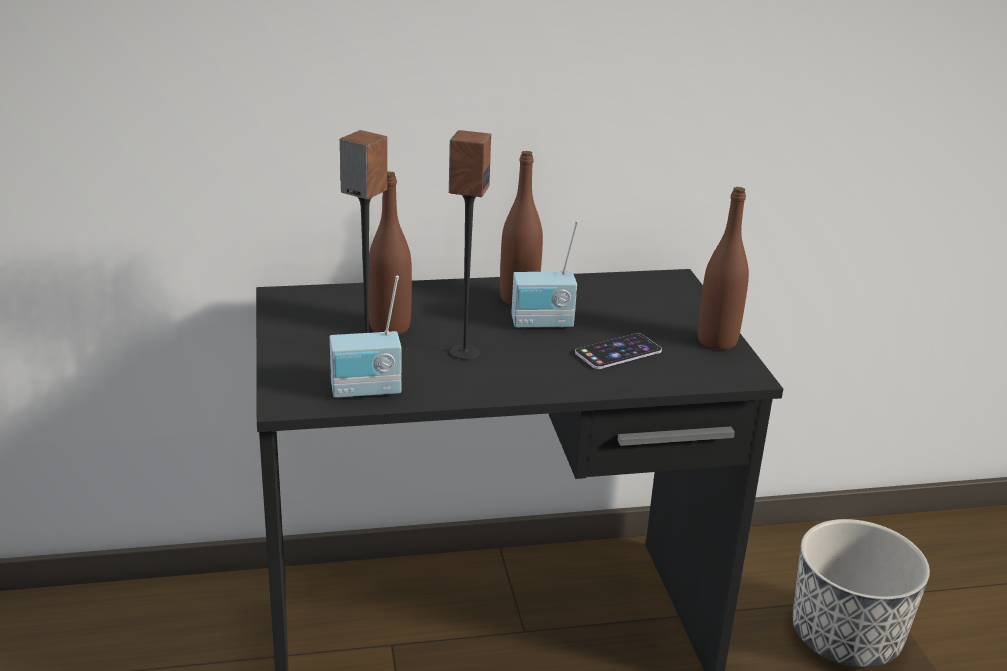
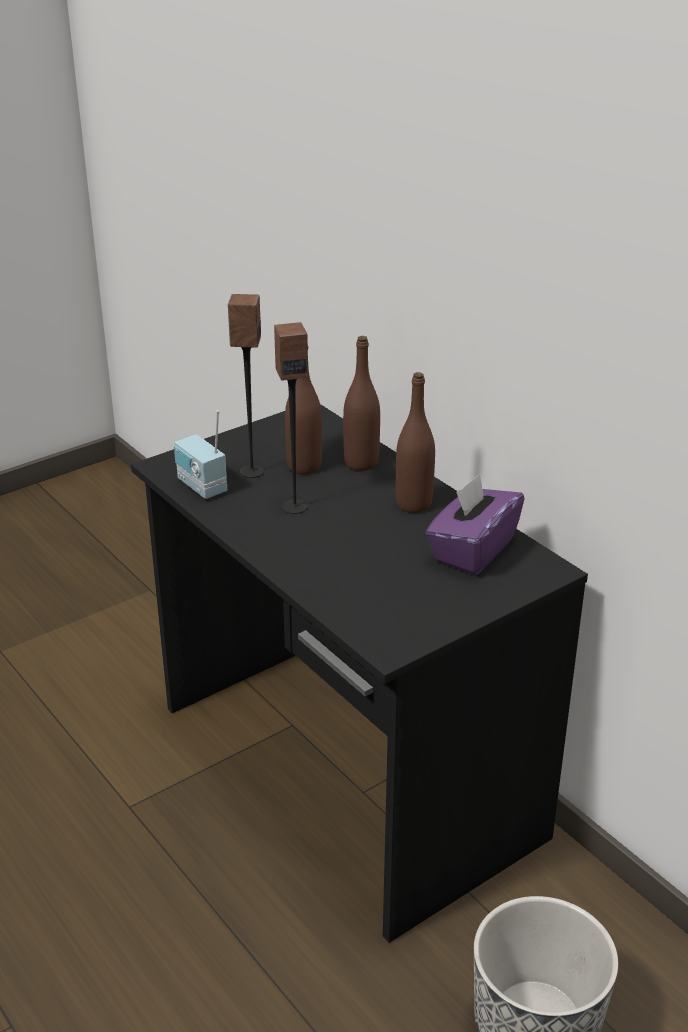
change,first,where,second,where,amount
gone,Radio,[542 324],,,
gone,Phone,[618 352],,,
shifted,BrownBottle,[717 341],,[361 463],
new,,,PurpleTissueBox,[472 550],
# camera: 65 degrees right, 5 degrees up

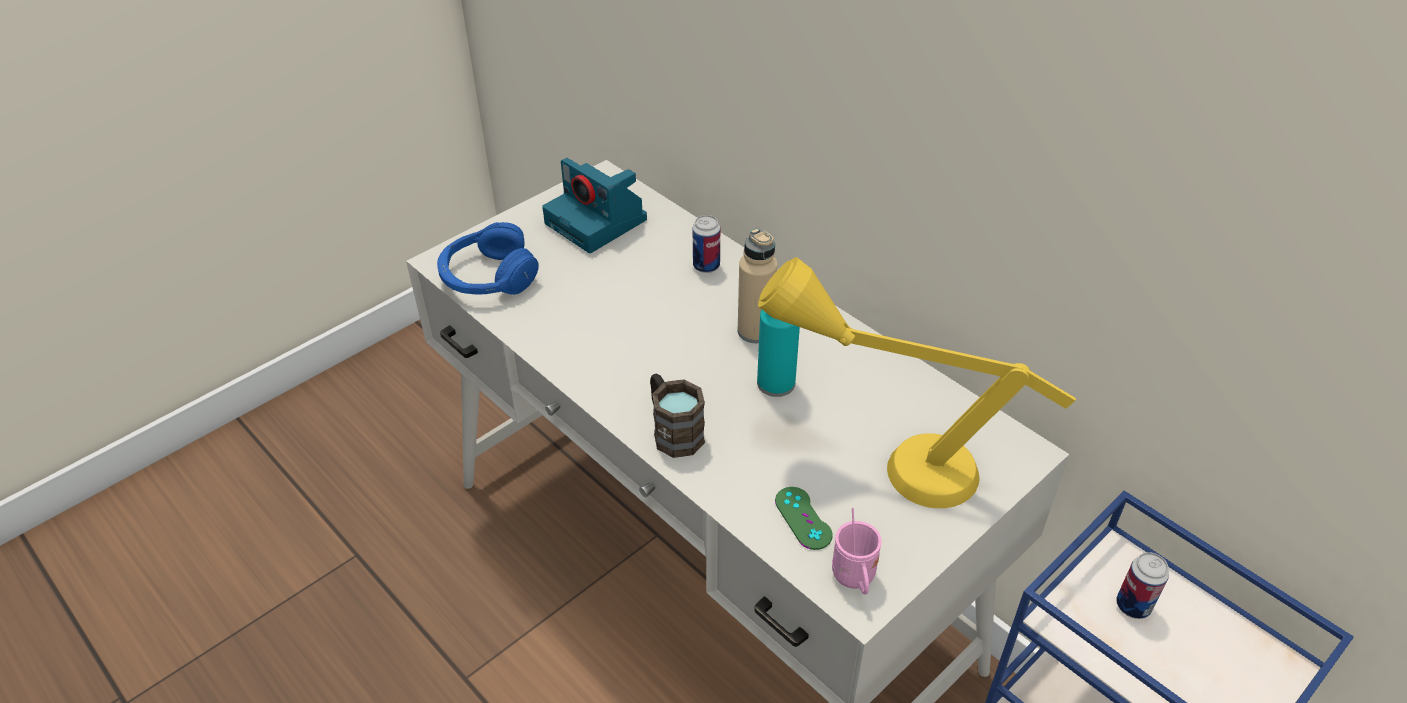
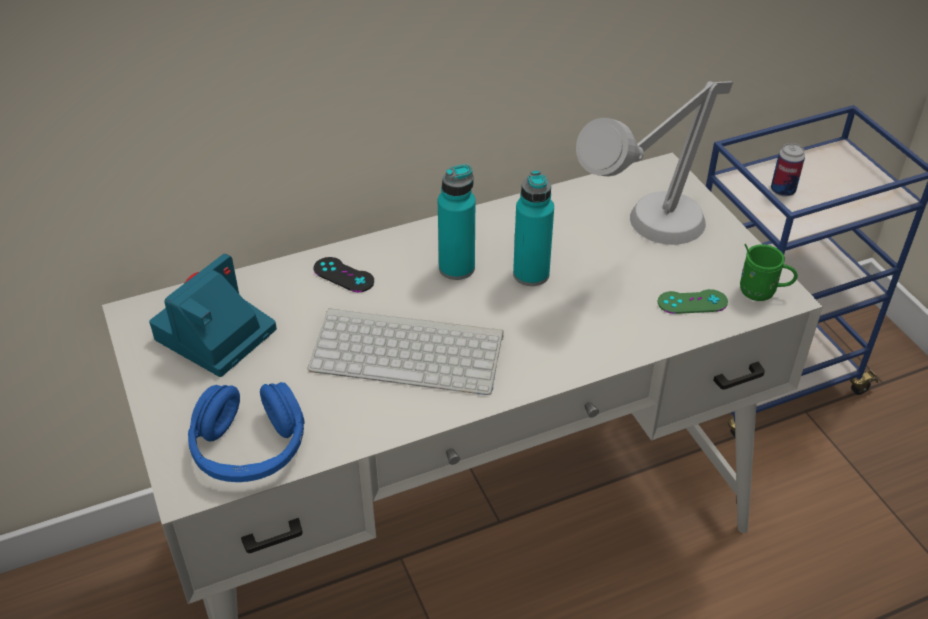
change,first,where,second,where,amount
rotated,PhotoCamera,[598 222],,[214 336],150 degrees clockwise
gone,BrownMug,[673 431],,,
swapped,Can,[706 266],BlackGameController,[343 275],
repainted,BeigeBottle,[755 331],TurquoiseBottle,[456 268],
repainted,YellowTableLamp,[885 459],GreyTableLamp,[645 239],
repainted,PinkMug,[854 580],GreenMug,[762 292],
new,,,Keyboard,[410 350],
# camera: 70 degrees left, 0 degrees up

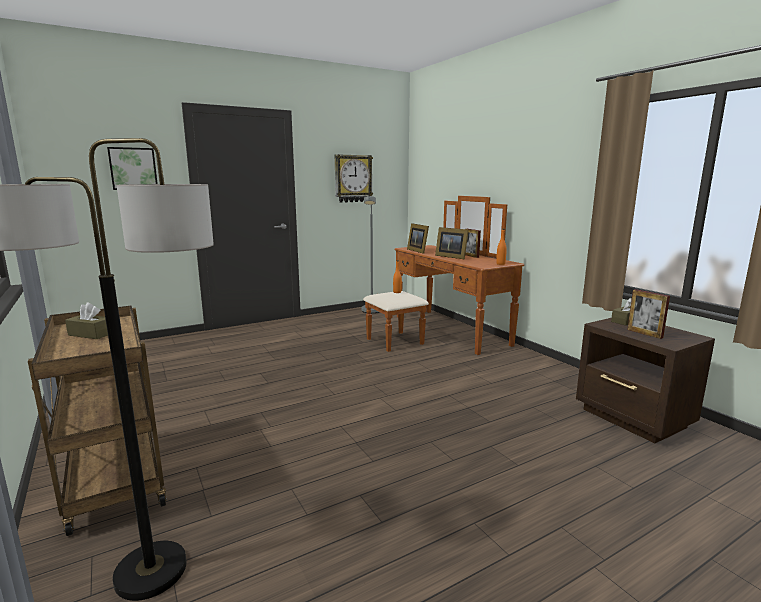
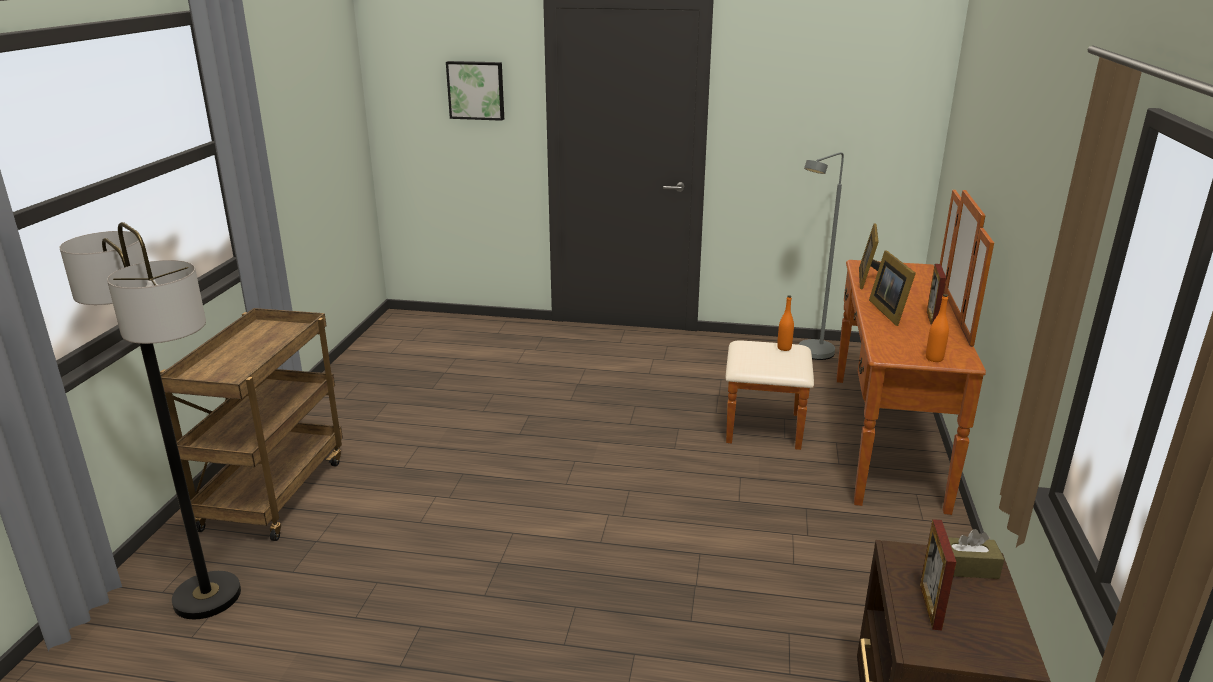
change,first,where,second,where,amount
gone,BrownTissueBox,[91 334],,,
gone,WallClock,[353 178],,,
# camera: 40 degrees right, 10 degrees up

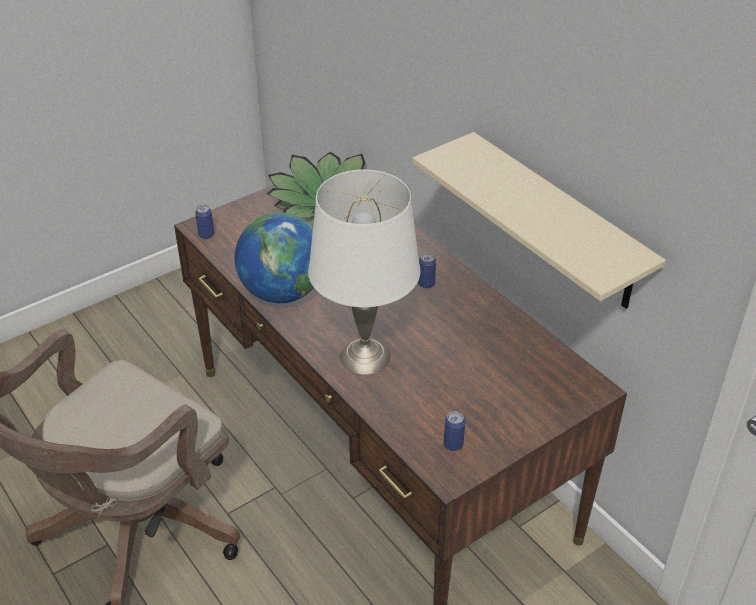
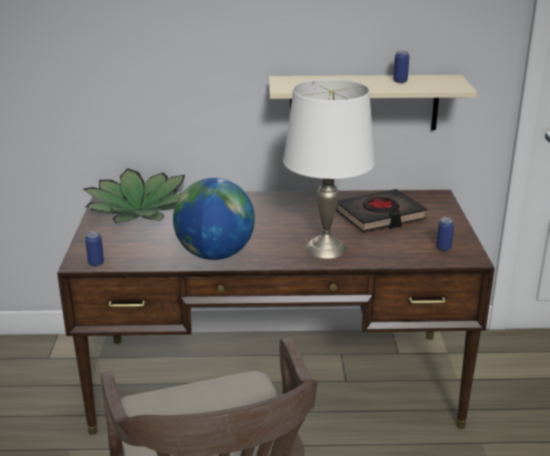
change,first,where,second,where,amount
shifted,Can,[426 284],,[400 81],
new,,,BlackBook,[380 216],
# camera: 55 degrees left, 15 degrees down

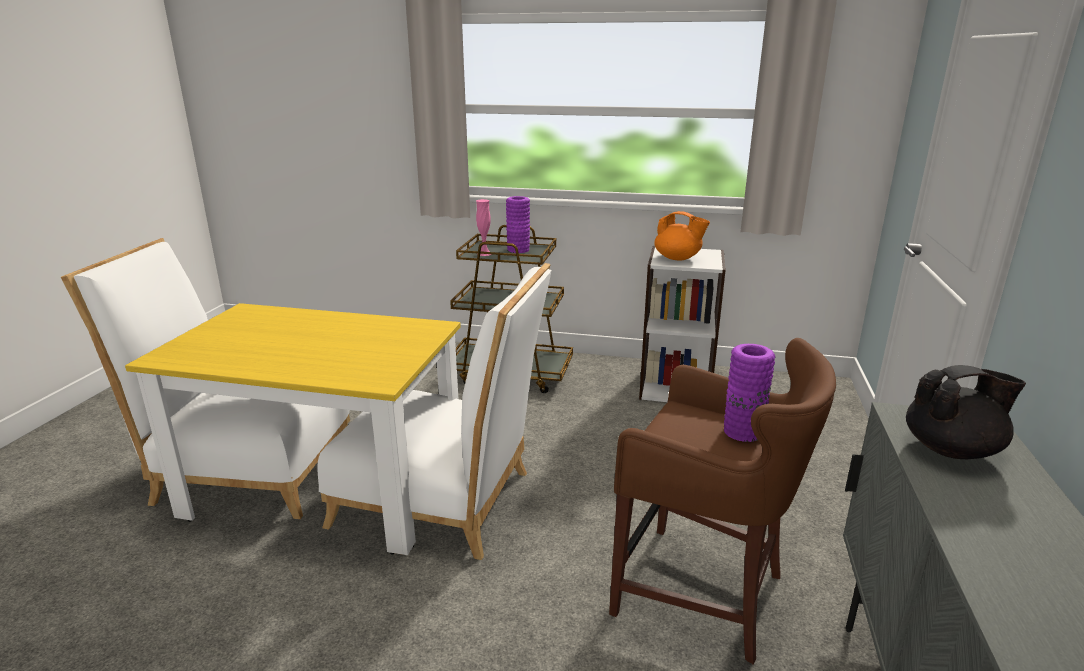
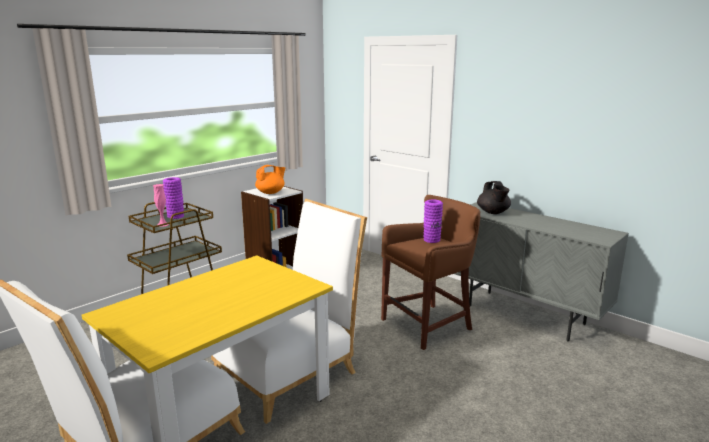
change,first,where,second,where,amount
rotated,BlackTeapot,[952 450],,[493 212],150 degrees clockwise
# camera: 60 degrees left, 5 degrees down

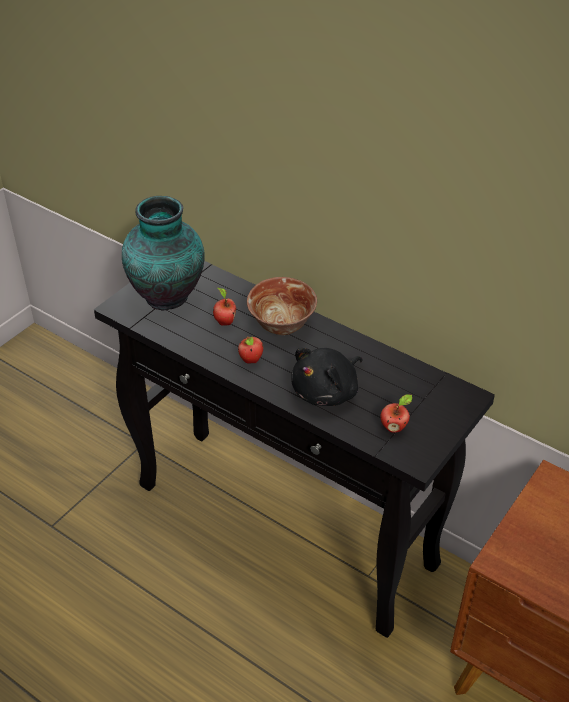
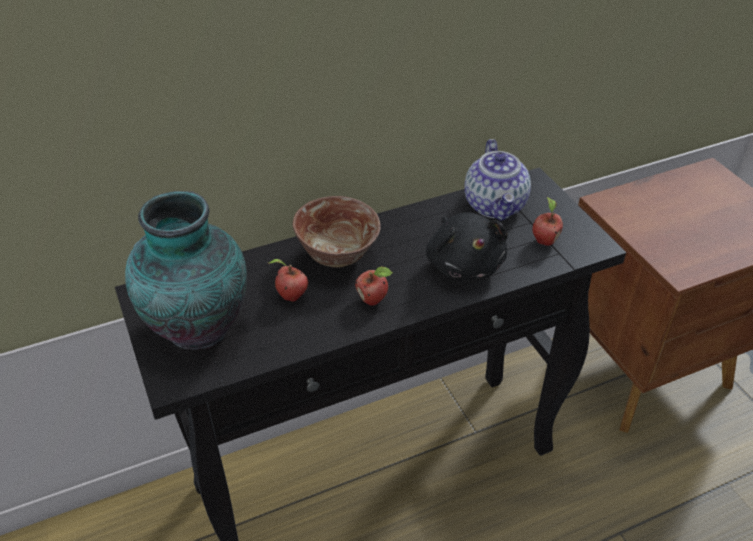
change,first,where,second,where,amount
new,,,Teapot,[496 206],
# camera: 60 degrees left, 0 degrees up

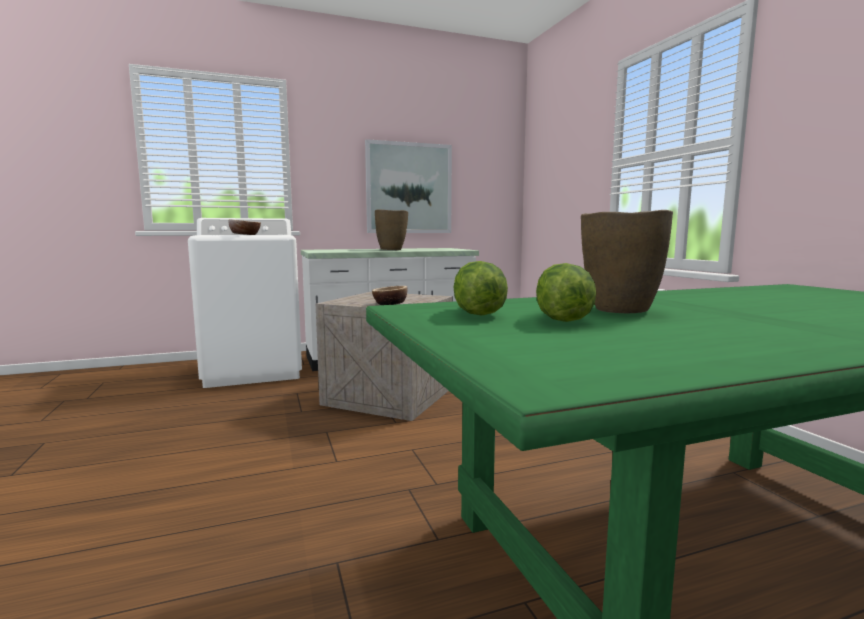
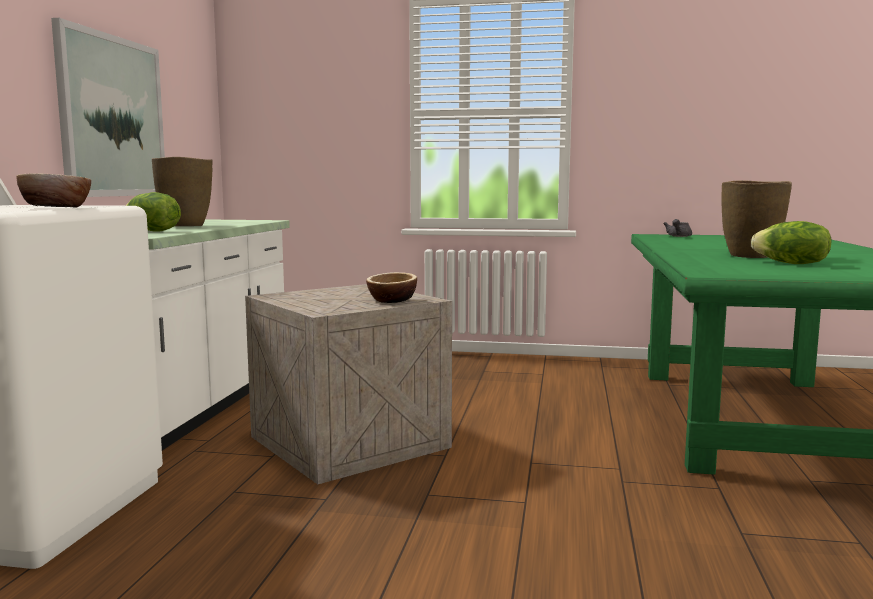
change,first,where,second,where,amount
shifted,Lettuce,[477 313],,[152 231],
new,,,GreyTeapot,[678 236],
# camera: 60 degrees left, 0 degrees up

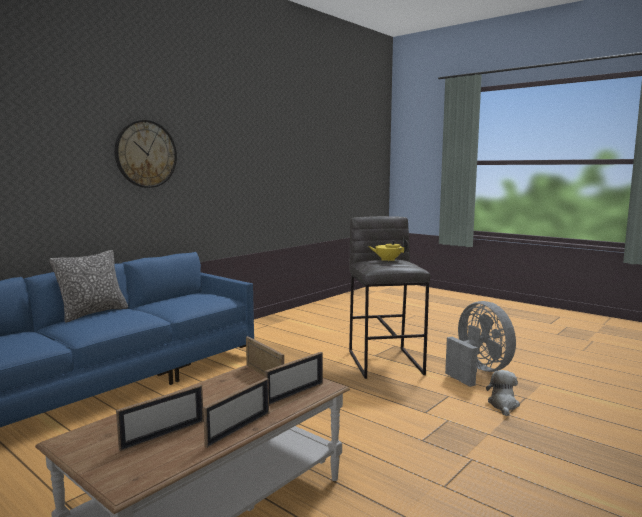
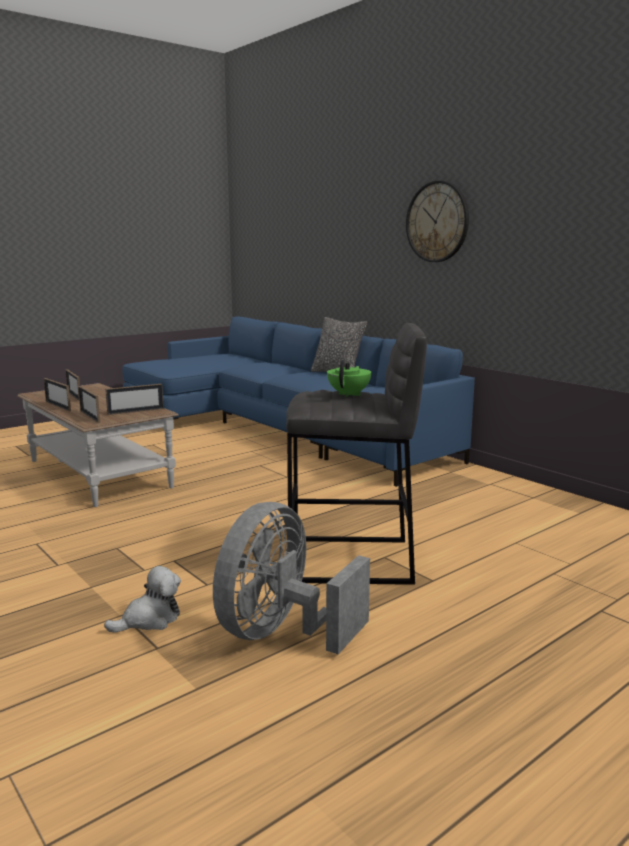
change,first,where,second,where,amount
repainted,YellowTeapot,[387 260],GreenTeapot,[349 394],
rotated,GreyFan,[478 372],,[282 633],135 degrees clockwise
rotated,PlushToy,[503 405],,[149 619],60 degrees counterclockwise
# camera: 100 degrees right, 5 degrees up

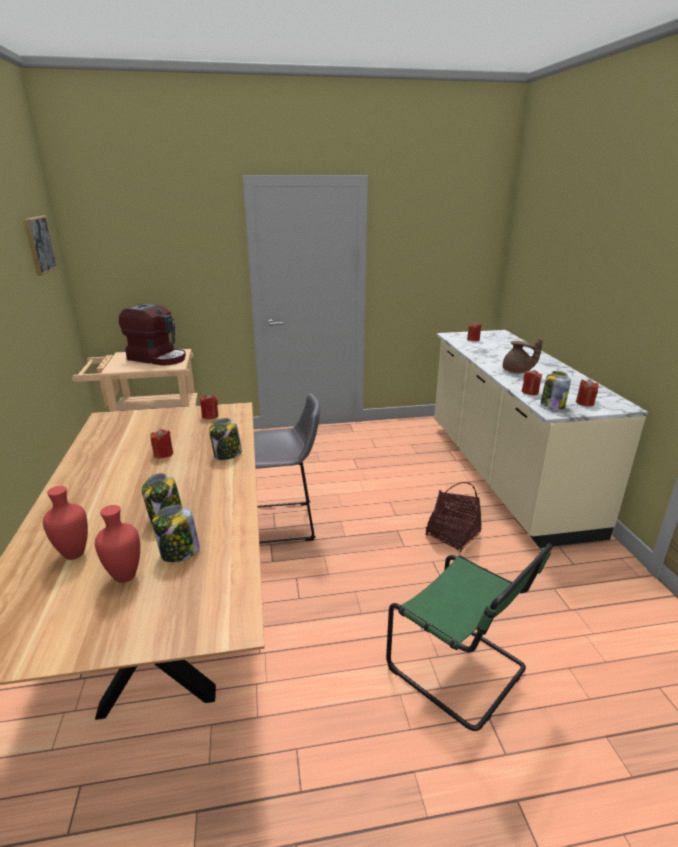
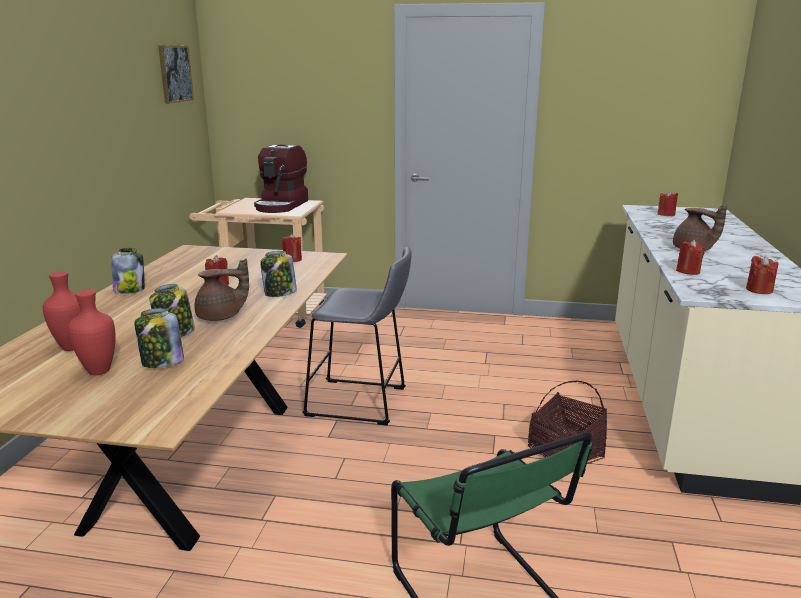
change,first,where,second,where,amount
rotated,CoffeeMachine,[158 358],,[282 205],60 degrees clockwise
shifted,Jar,[552 405],,[130 289],
new,,,BrownTeapot,[221 317],
# camera: 20 degrees right, 5 degrees down

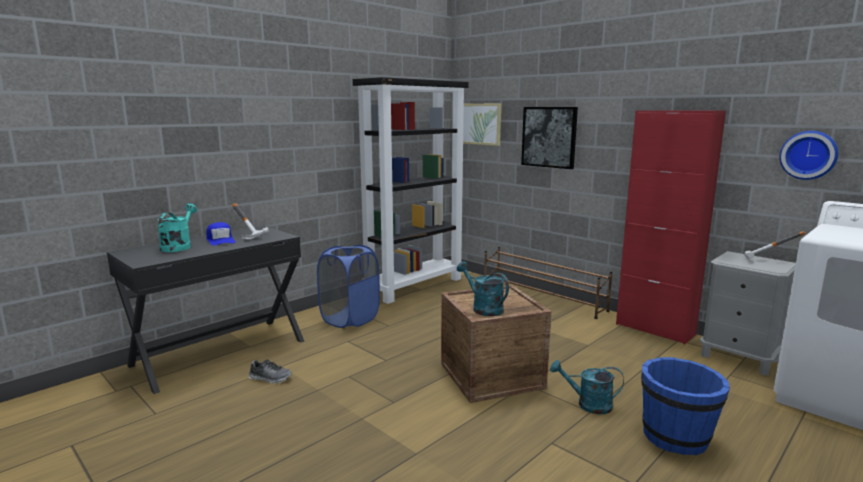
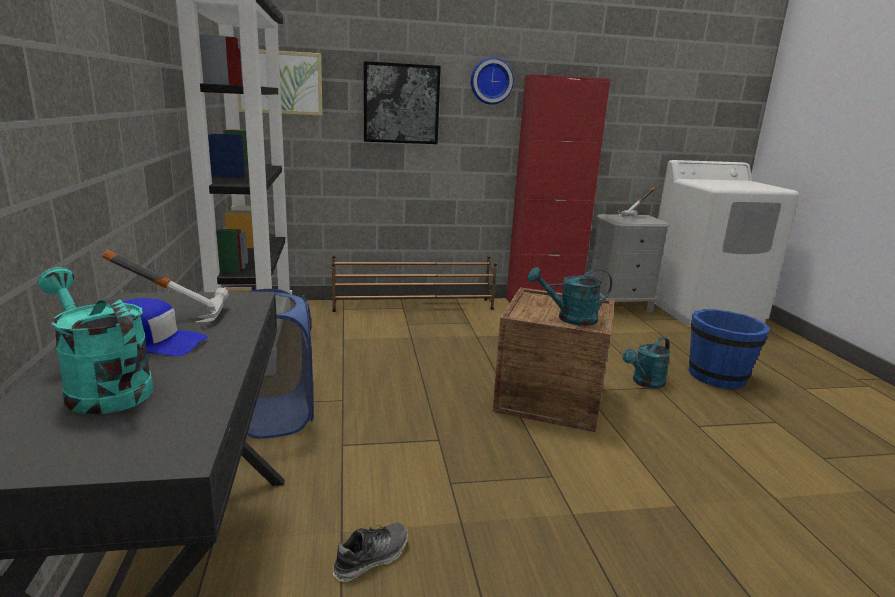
change,first,where,second,where,amount
shifted,WallClock,[809 155],,[491 81],
# camera: 55 degrees left, 5 degrees up

